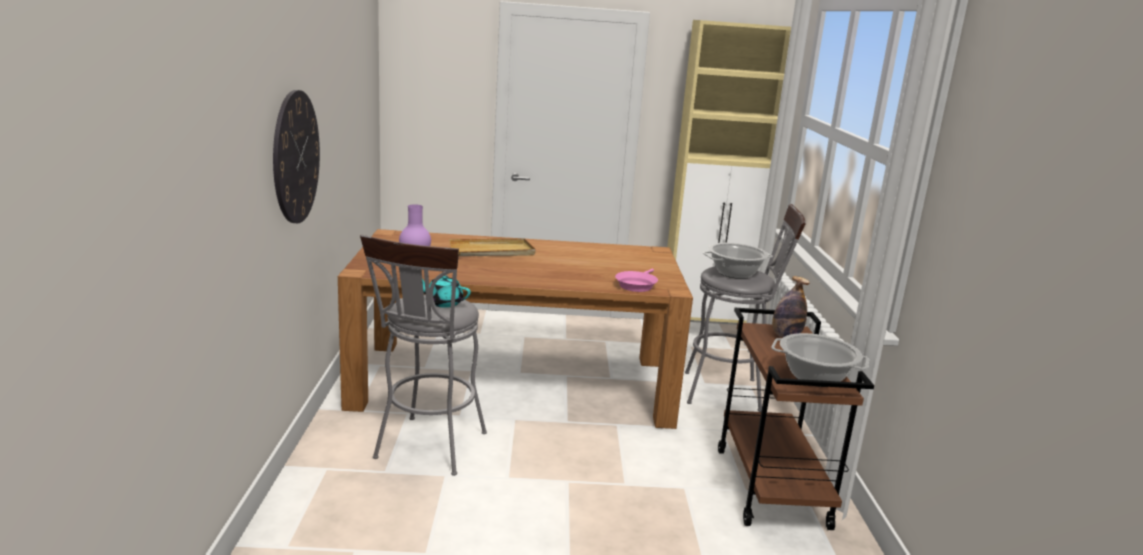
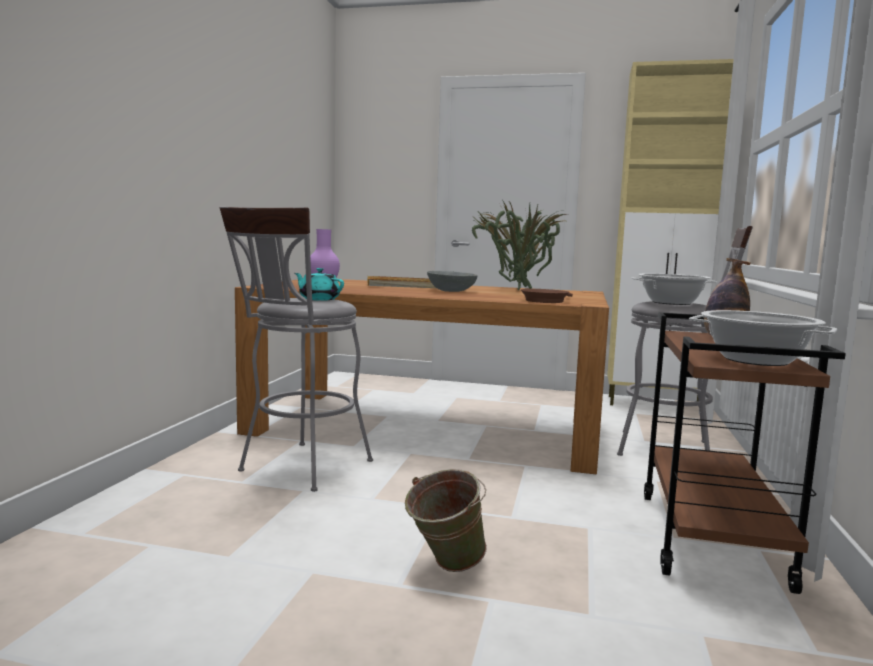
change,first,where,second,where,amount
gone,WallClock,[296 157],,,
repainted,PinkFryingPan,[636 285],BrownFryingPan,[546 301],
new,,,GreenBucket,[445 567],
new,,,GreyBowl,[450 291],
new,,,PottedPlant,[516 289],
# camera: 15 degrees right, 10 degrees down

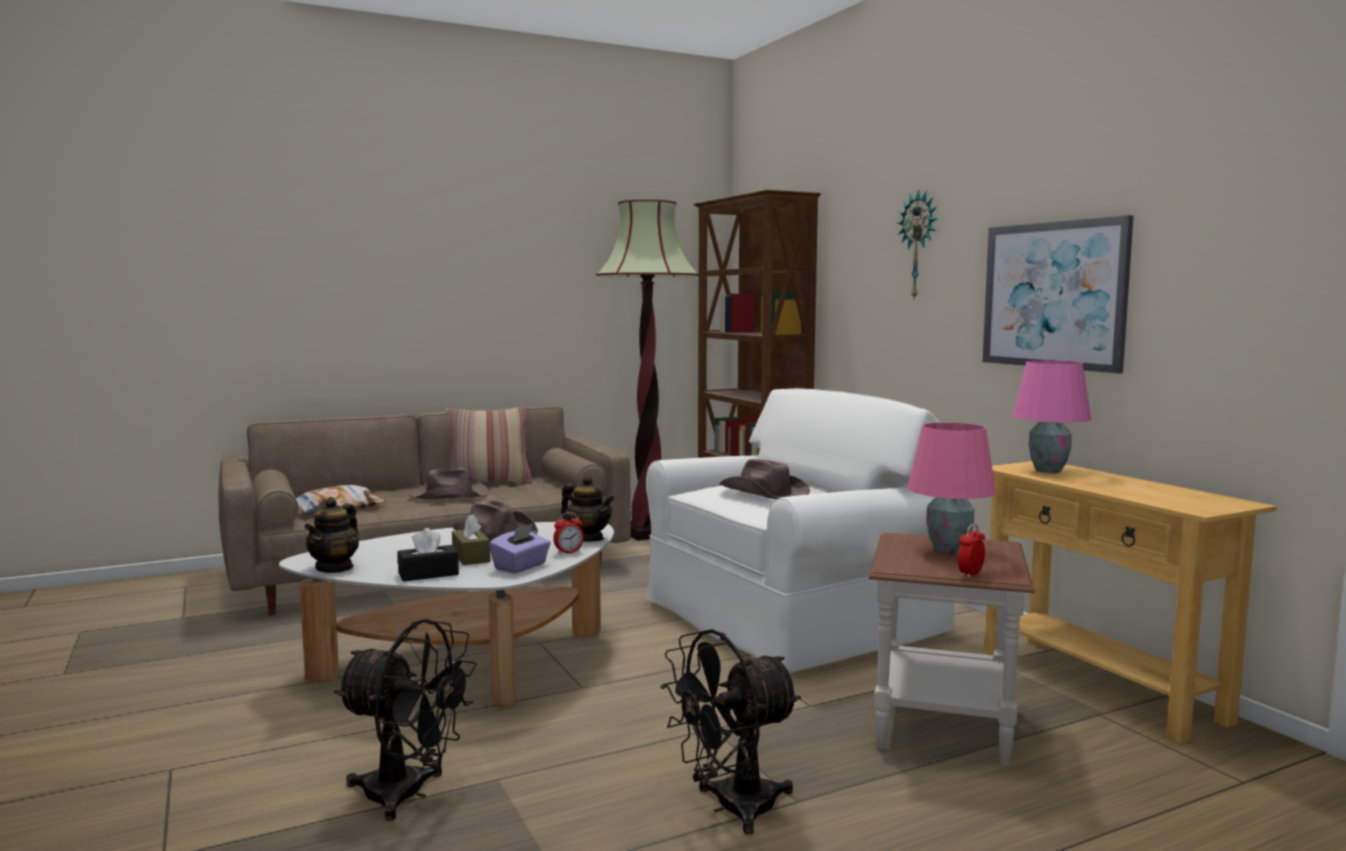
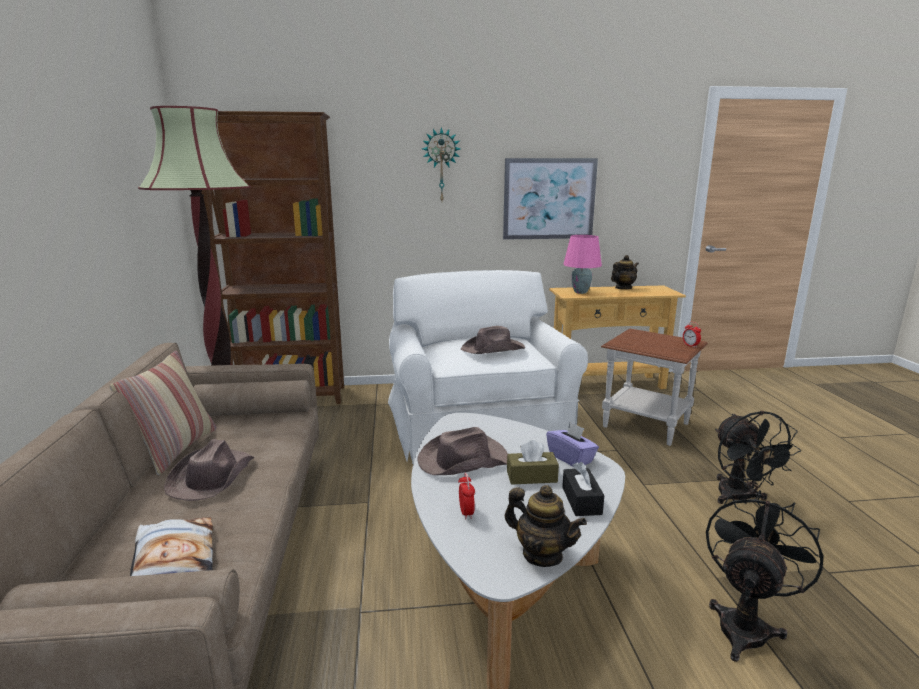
change,first,where,second,where,amount
shifted,AlarmClock,[568 552],,[466 512],
shifted,Teapot,[588 538],,[623 288],
gone,PinkTableLamp,[947 550],,,
# camera: 70 degrees left, 10 degrees up

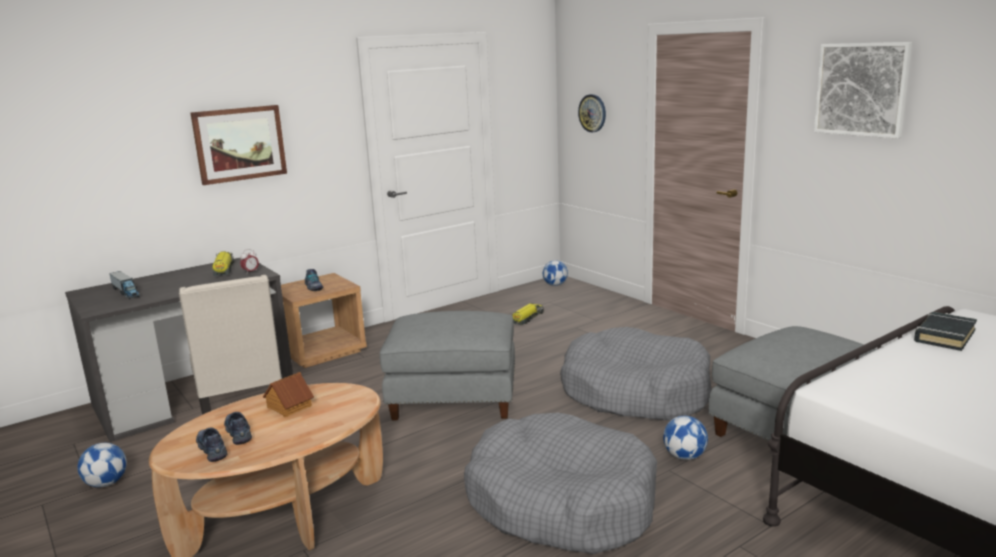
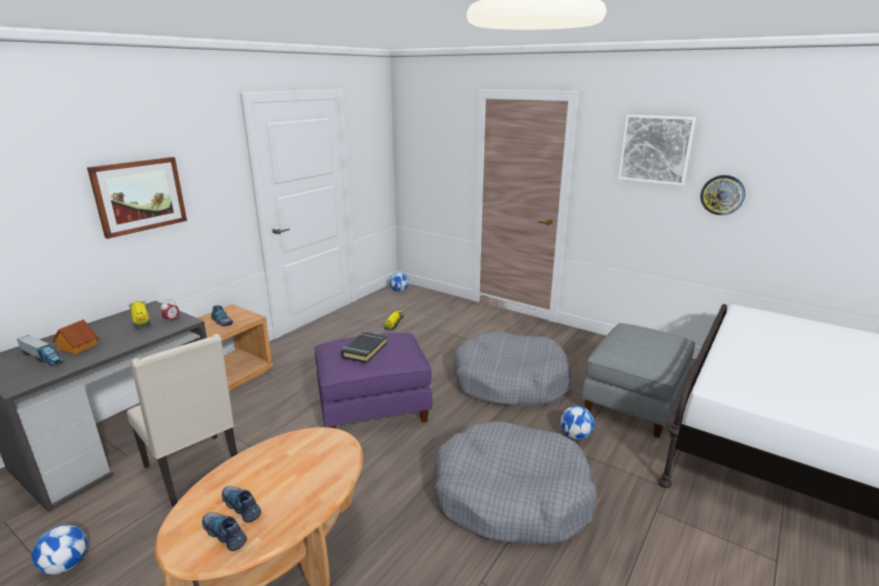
change,first,where,second,where,amount
shifted,ToyHouse,[288 407],,[77 347],
repainted,GreyOttoman,[454 398],PurpleOttoman,[373 408],
shifted,WallClock,[592 113],,[722 195],
shifted,BlackBook,[944 336],,[364 350],
# camera: 20 degrees left, 5 degrees up

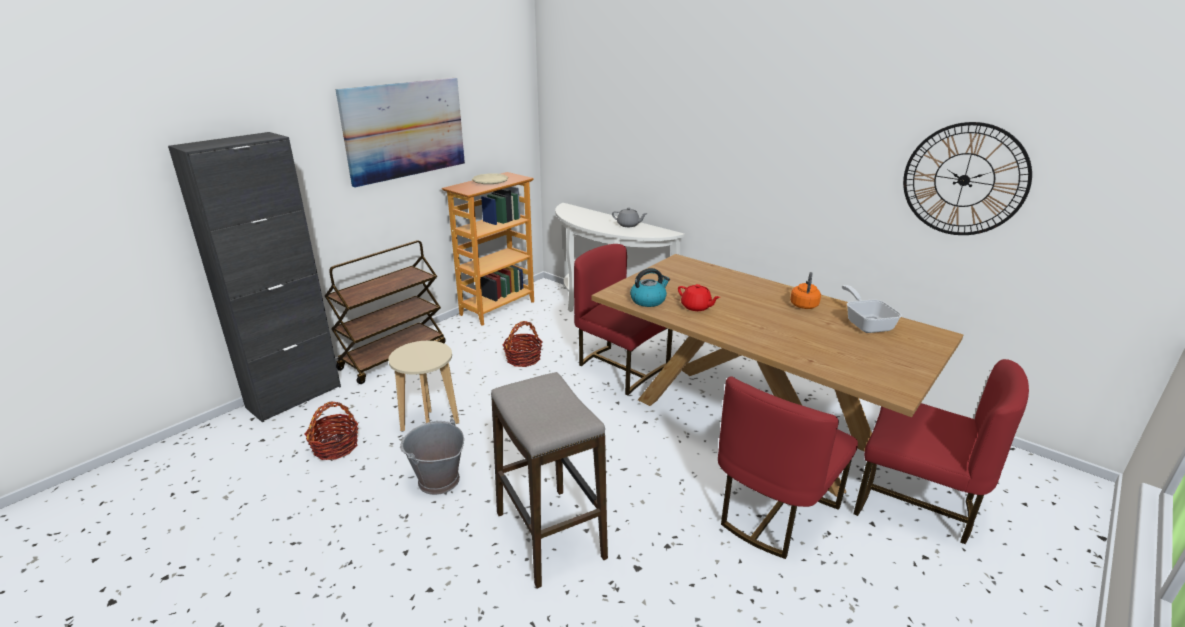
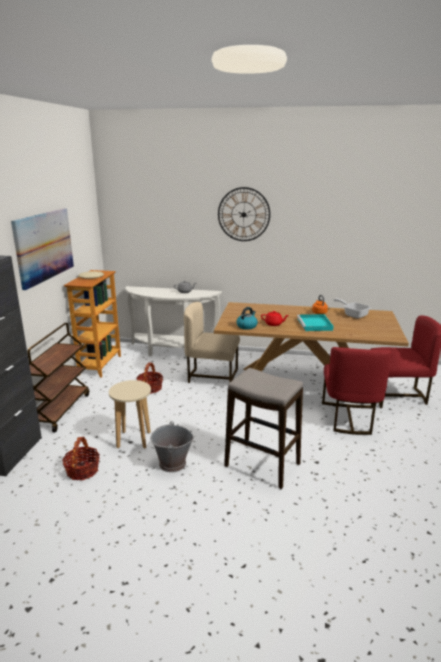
change,first,where,second,where,amount
repainted,RedChair,[621 367],BeigeChair,[212 377],
shifted,WallClock,[964 180],,[243 214],
new,,,TurquoiseTray,[315 324],
# camera: 30 degrees left, 5 degrees down

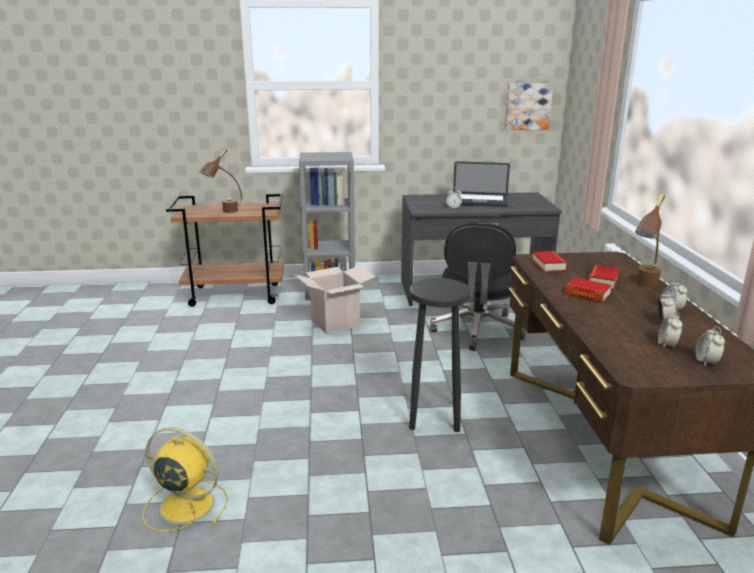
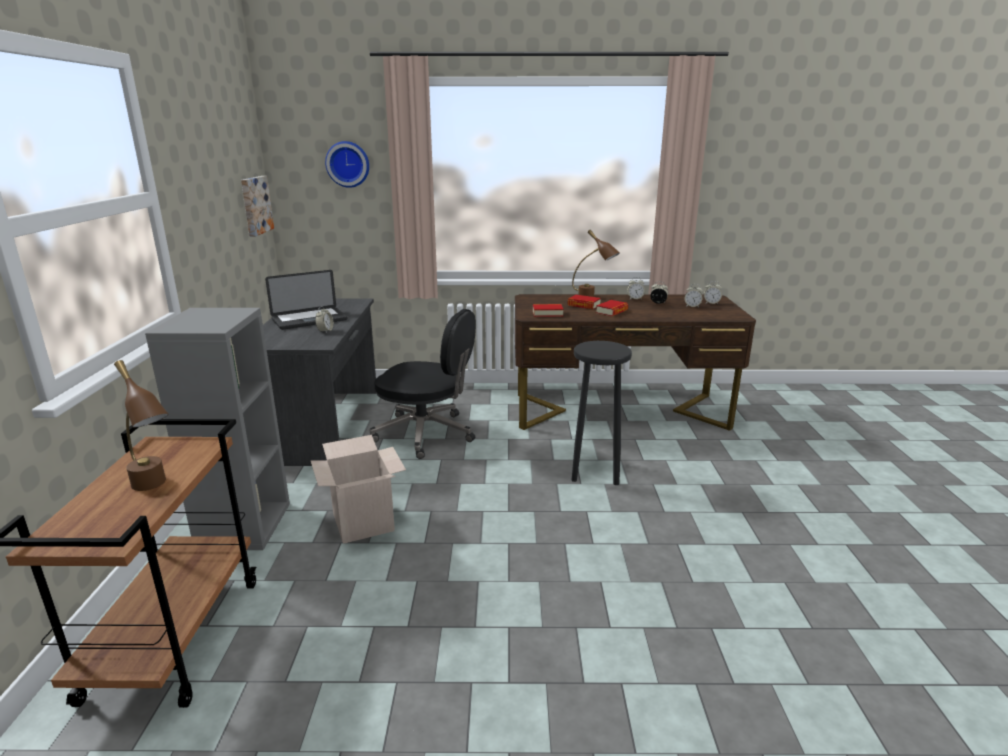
change,first,where,second,where,amount
gone,YellowFan,[184 505],,,
rotated,Laptop,[479 201],,[309 320],45 degrees clockwise
new,,,WallClock,[348 164],
# camera: 85 degrees left, 0 degrees up

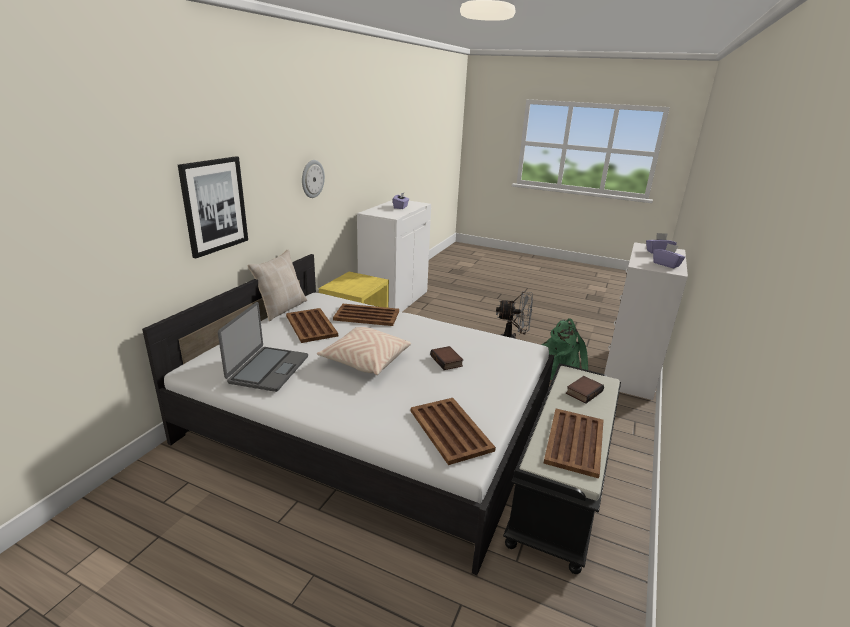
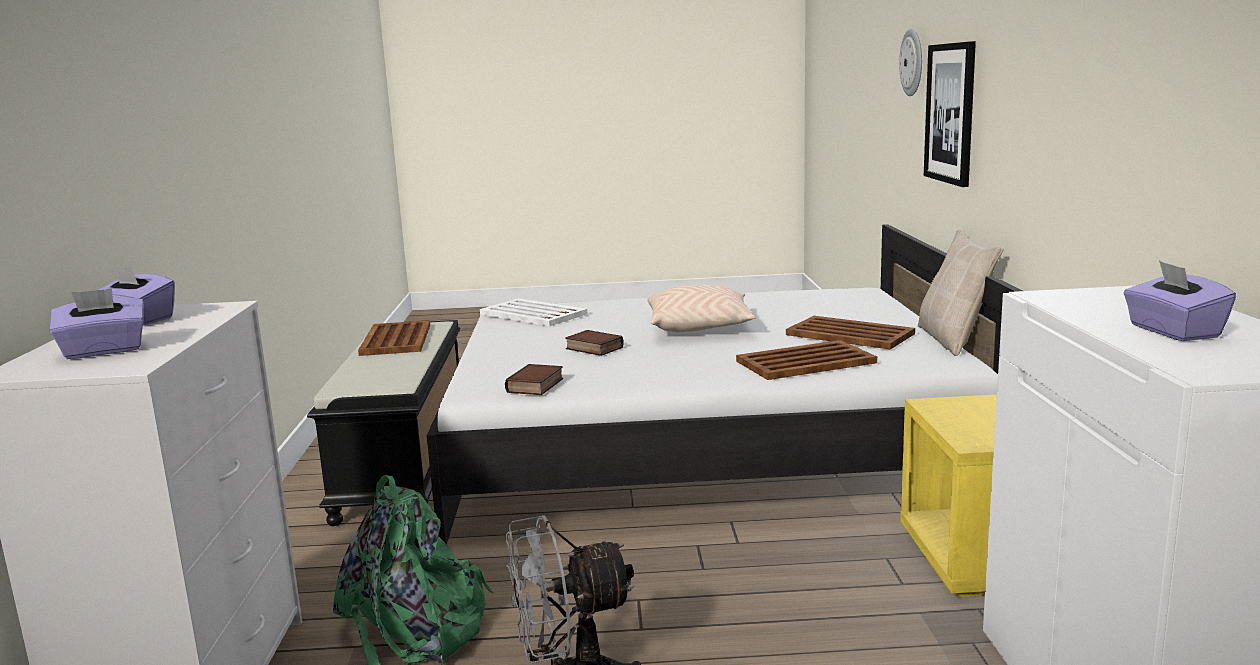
change,first,where,second,where,amount
gone,Laptop,[268 369],,,
shifted,WallClock,[312 179],,[913 62],
repainted,BrownTray,[450 431],WhiteTray,[532 314],
shifted,Book,[583 392],,[536 386],
# camera: 155 degrees right, 10 degrees down

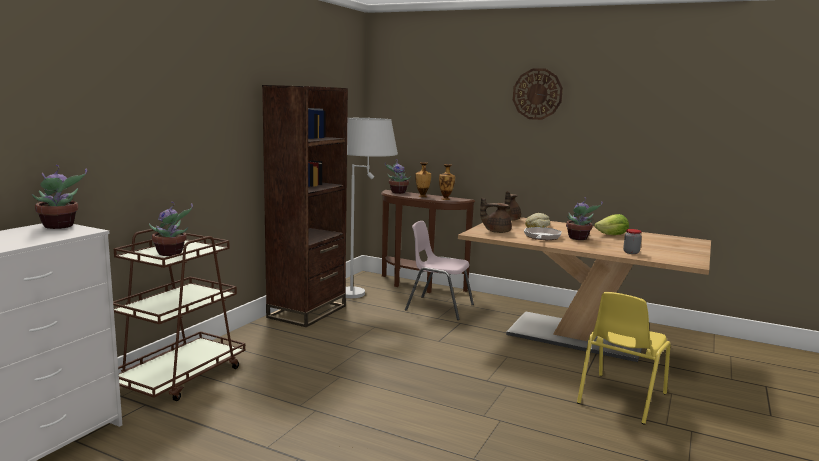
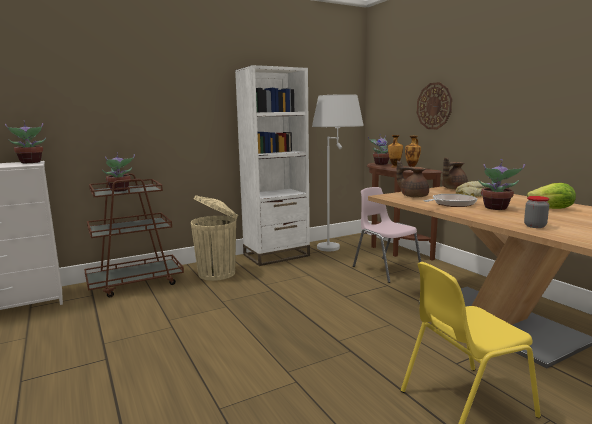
change,first,where,second,where,amount
repainted,BrownBookcase,[307 312],WhiteBookcase,[276 255],
shifted,WallClock,[537 94],,[434 106],
new,,,BeigeTrashCan,[218 273],
# camera: 35 degrees right, 0 degrees up

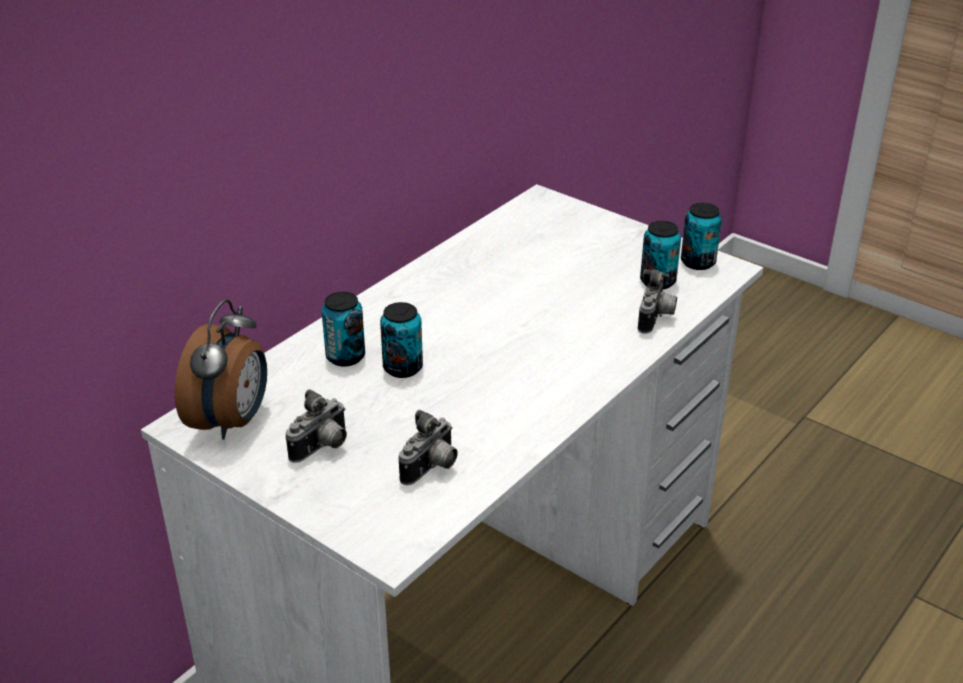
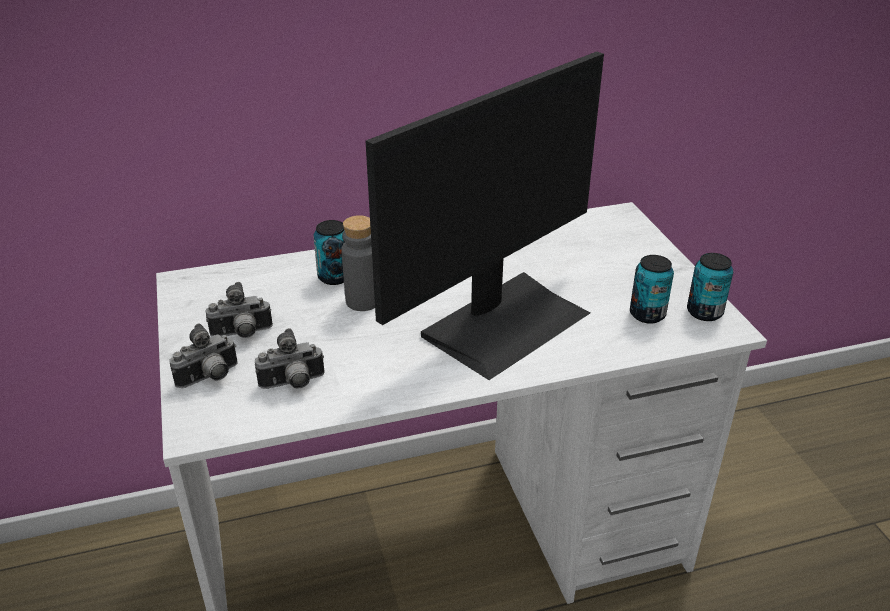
change,first,where,second,where,amount
gone,AlarmClock,[232 421],,,
swapped,Can,[403 368],GreyBottle,[363 301],
shifted,PhotoCamera,[656 319],,[210 378],
new,,,Monitor,[504 322],
# camera: 35 degrees right, 0 degrees up

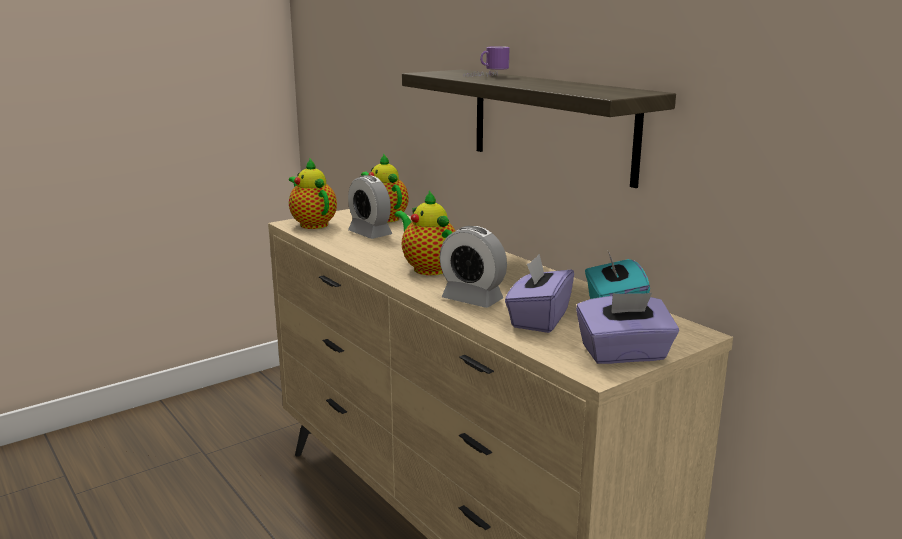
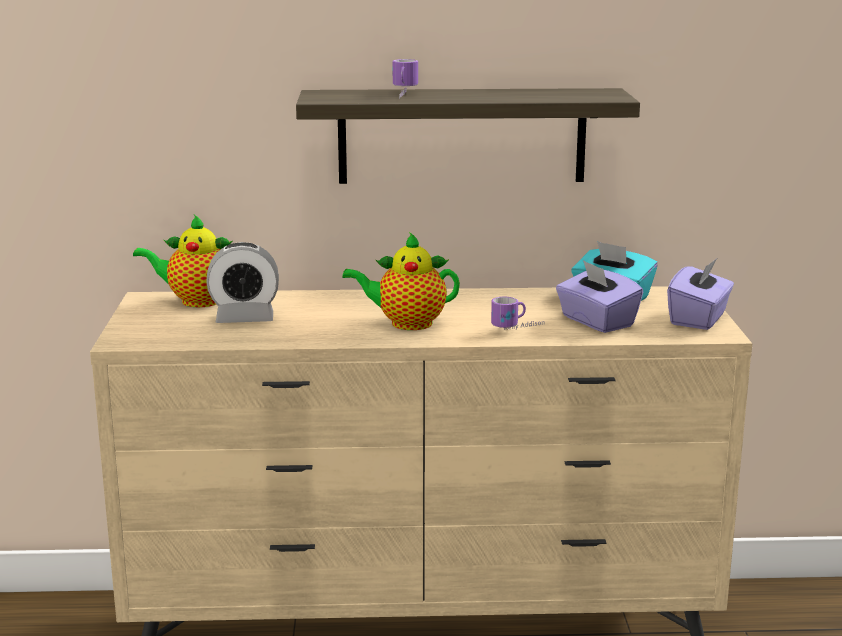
change,first,where,second,where,amount
gone,Teapot,[312 224],,,
swapped,AlarmClock,[472 299],Mug,[518 329],
# camera: 55 degrees left, 0 degrees up

